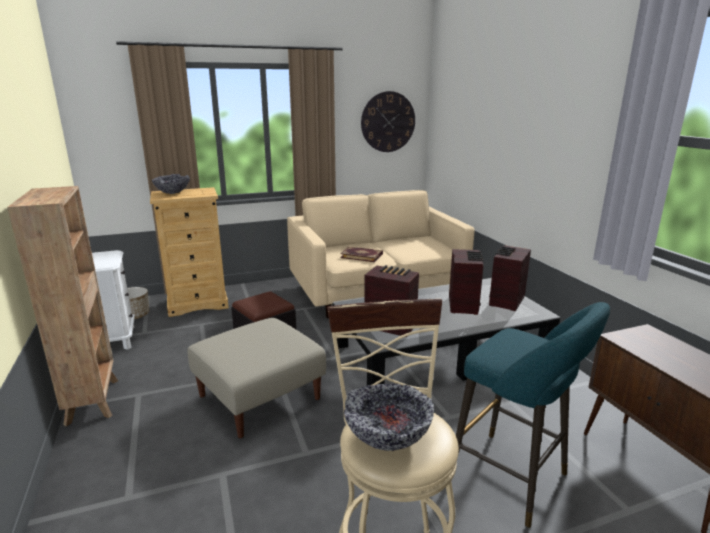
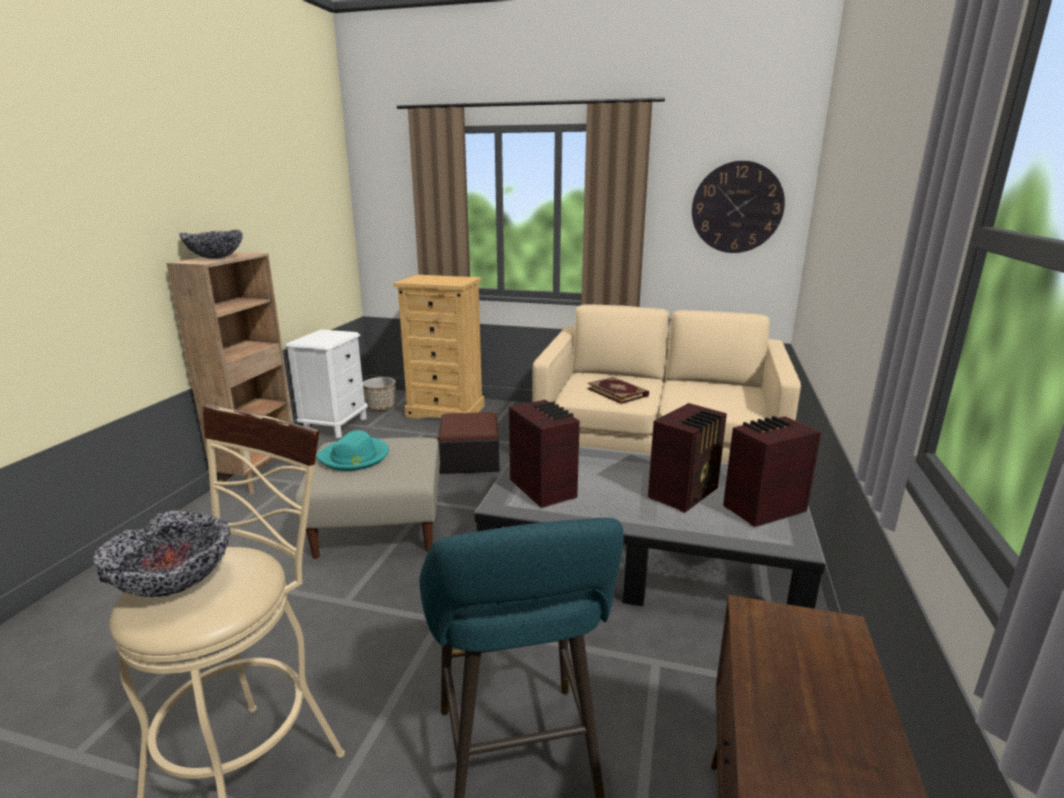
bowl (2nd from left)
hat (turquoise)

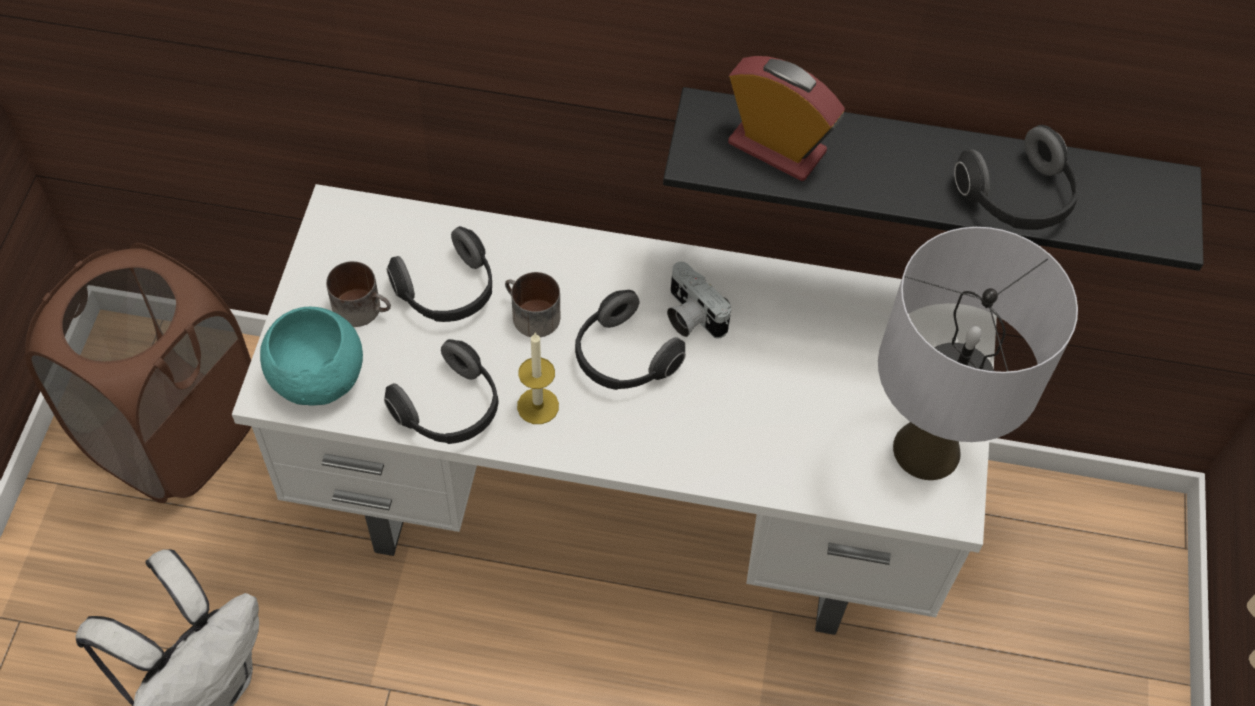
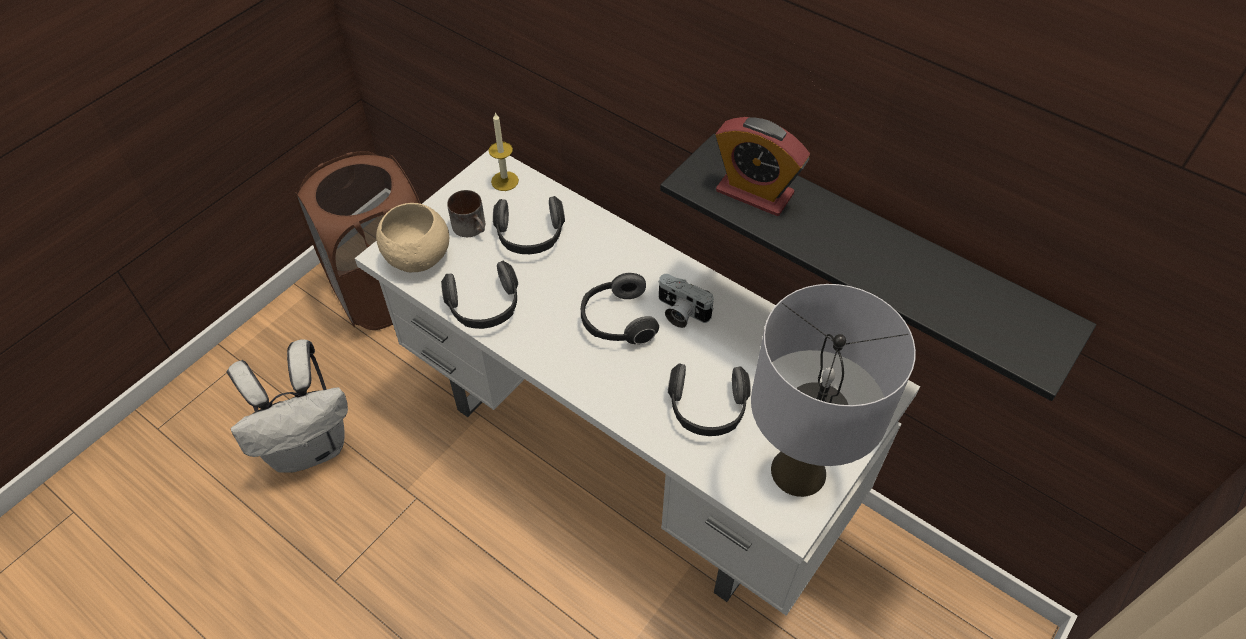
alarm clock
headphones (4th from left)
photo camera
mug (2nd from left in the first image)
bowl (beige)
candle

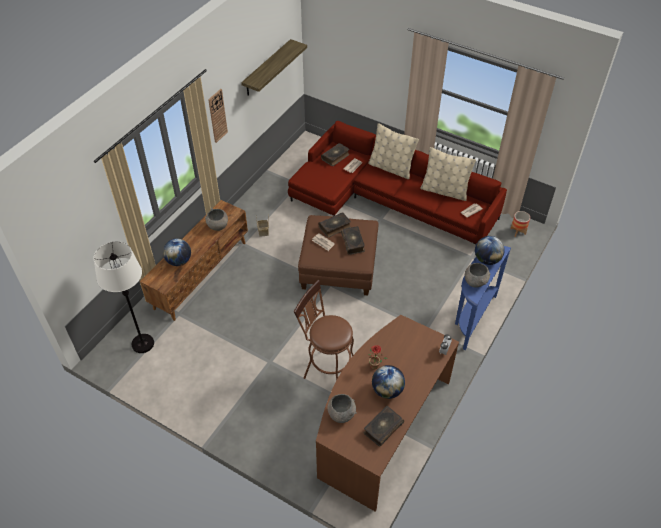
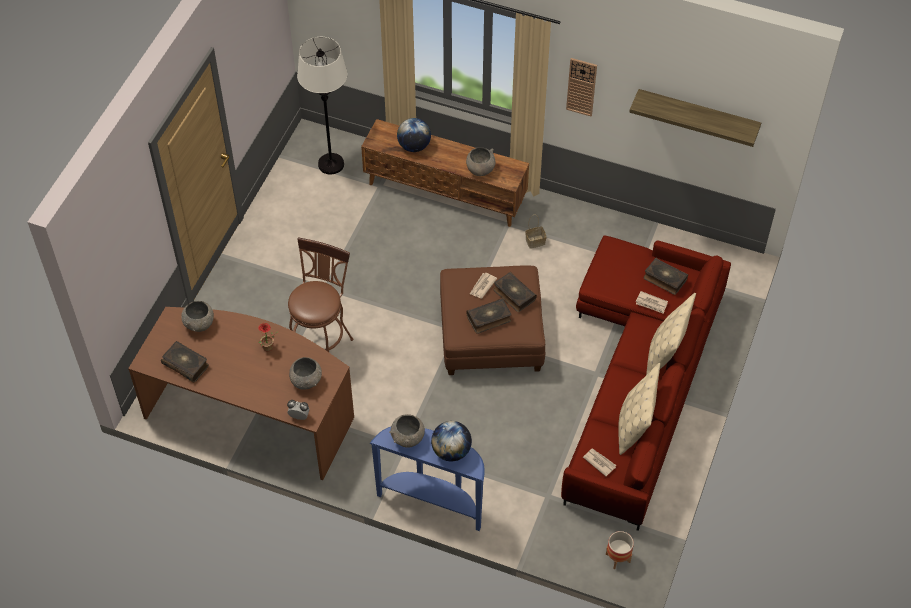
globe (2nd from left in the first image)
bowl (grey) (2nd from left)

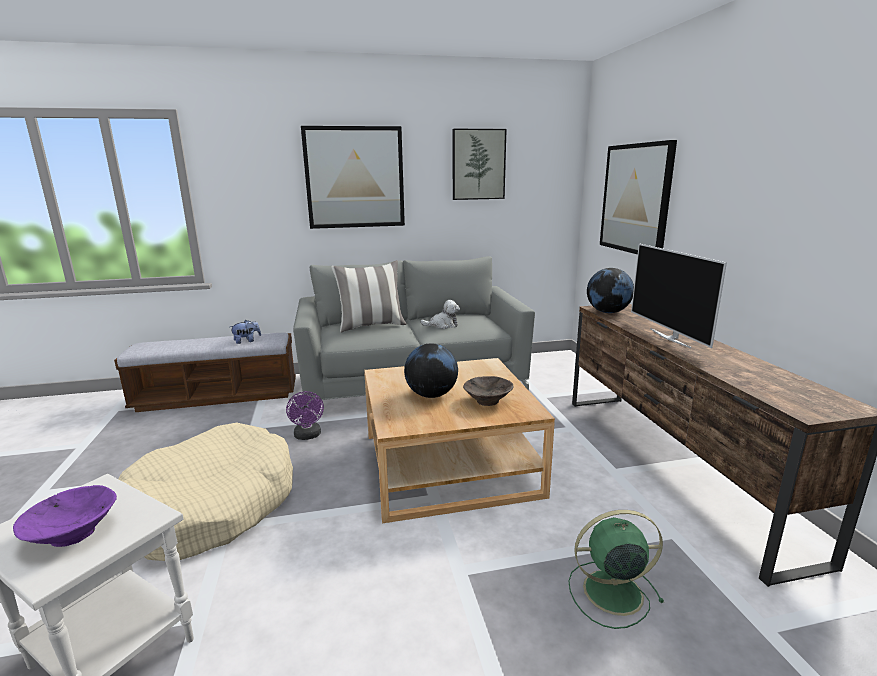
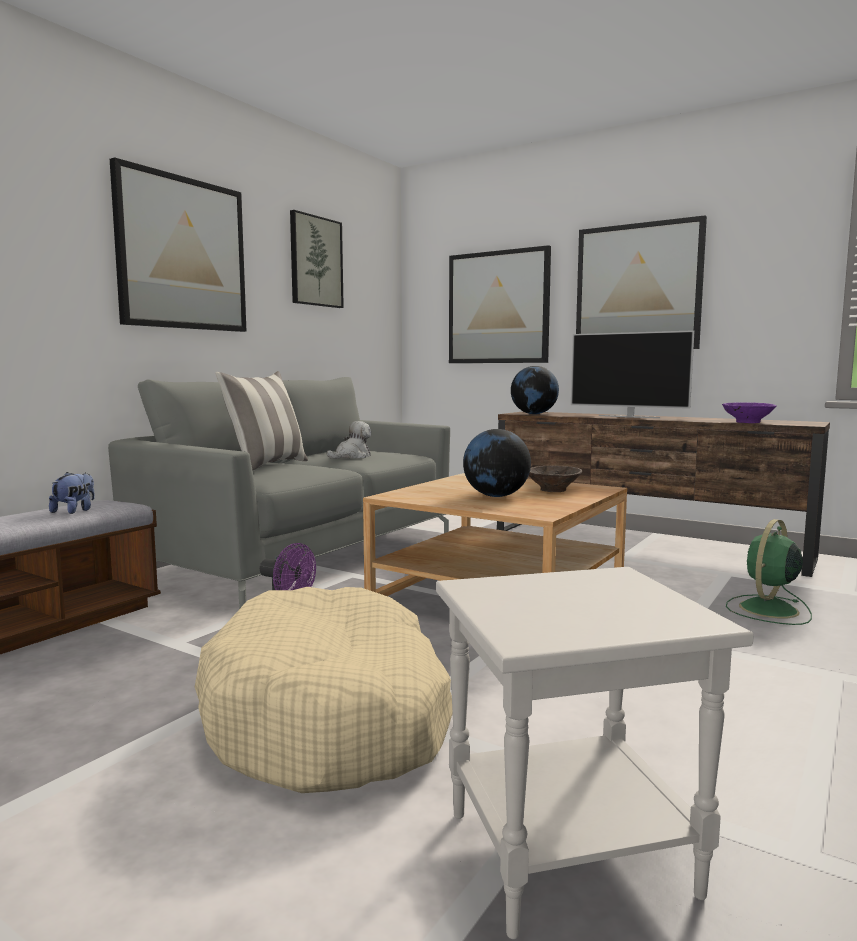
bowl (purple)
picture (4th from left)

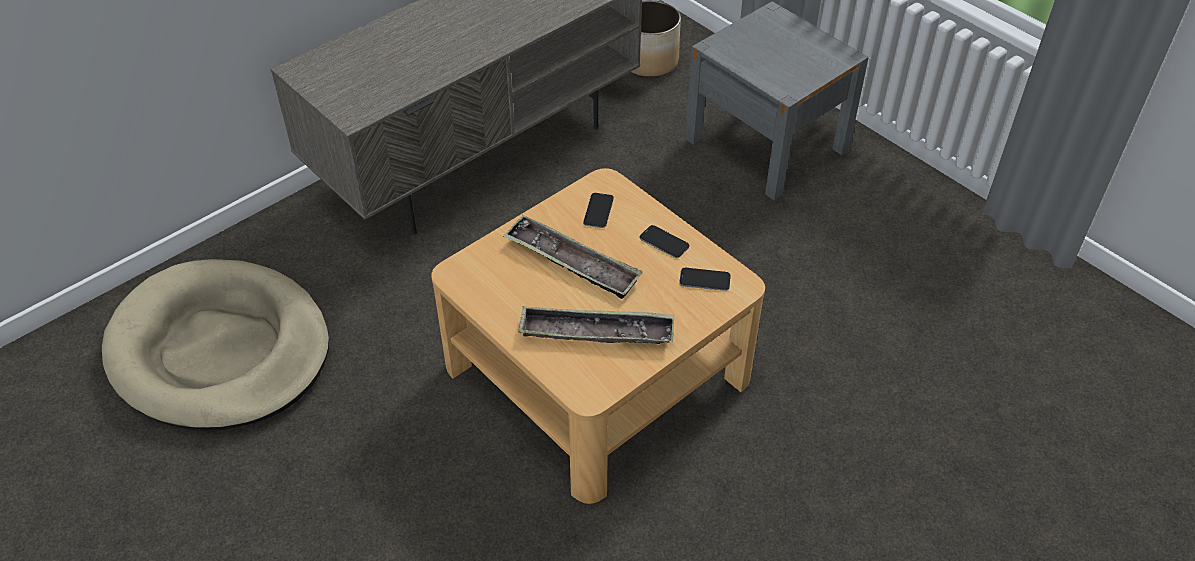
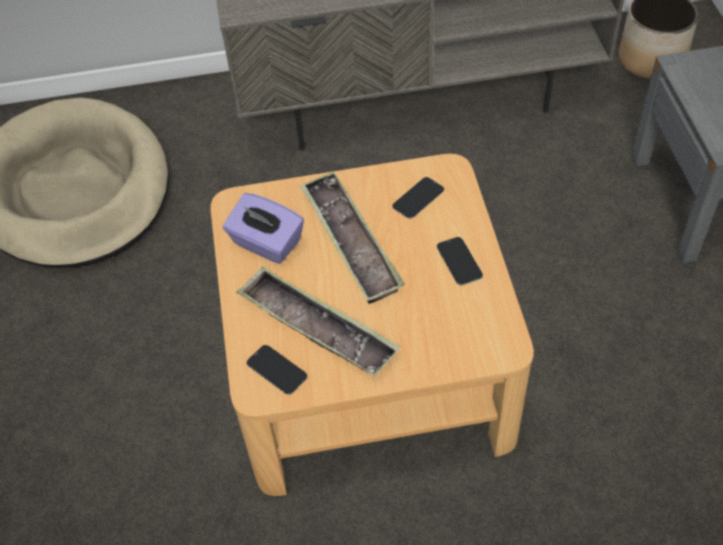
phone (1st from left)
tissue box (purple)

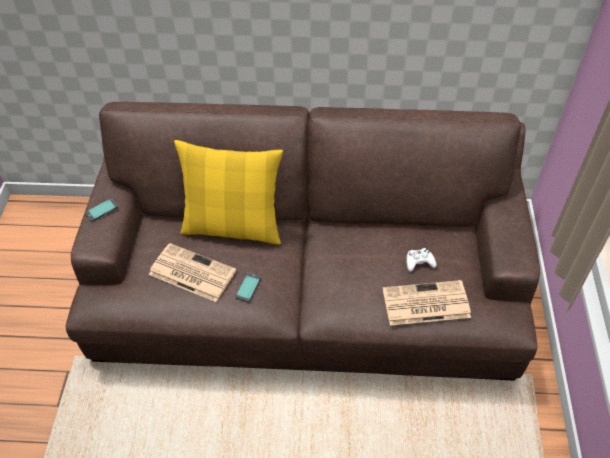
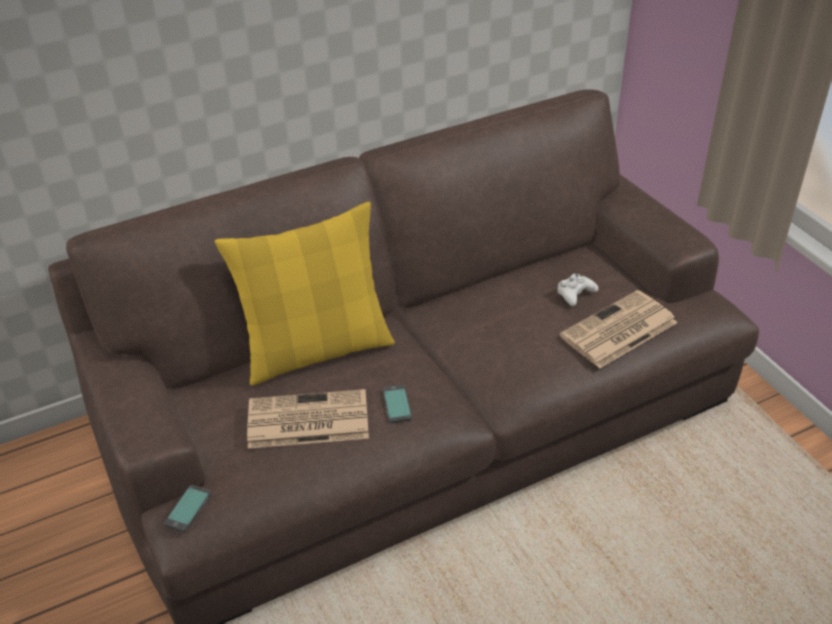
phone (1st from left)

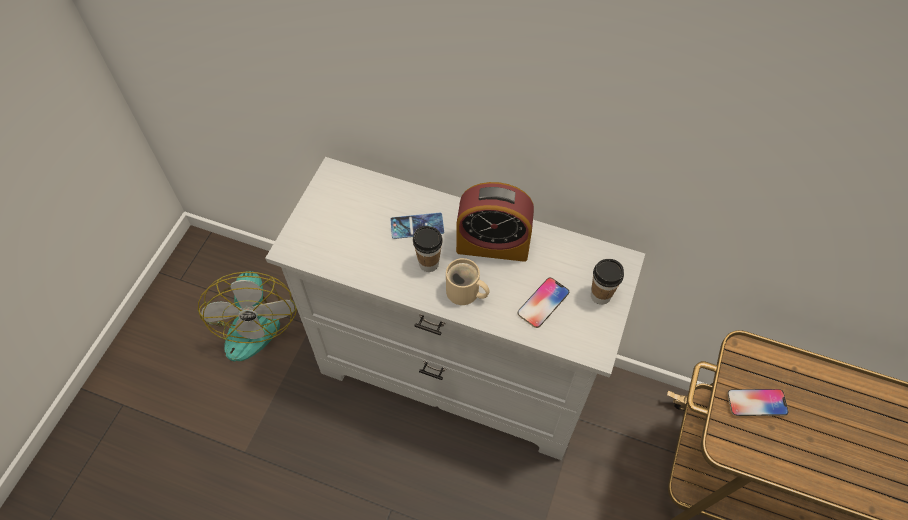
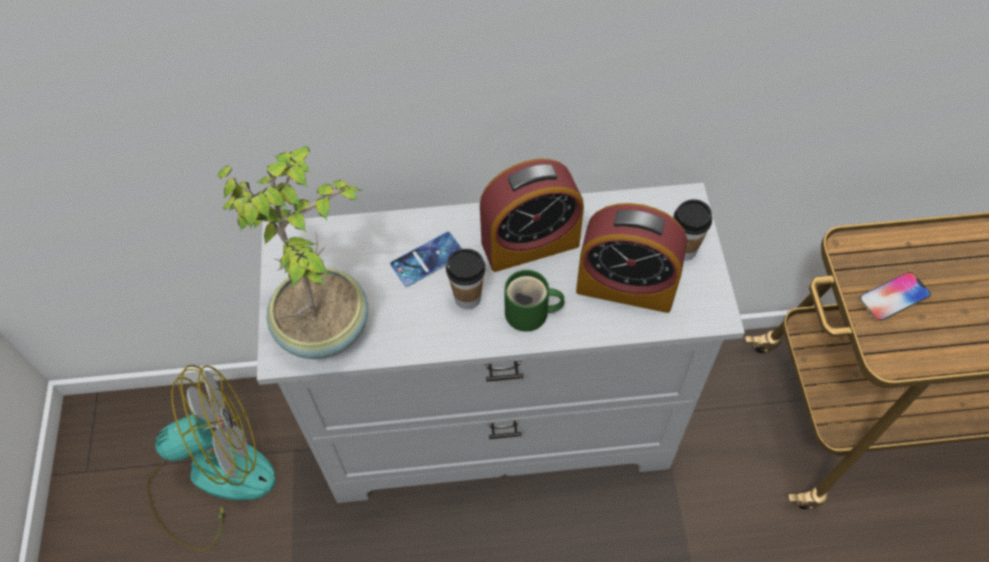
mug (green)
fan
alarm clock (2nd from left)
potted plant

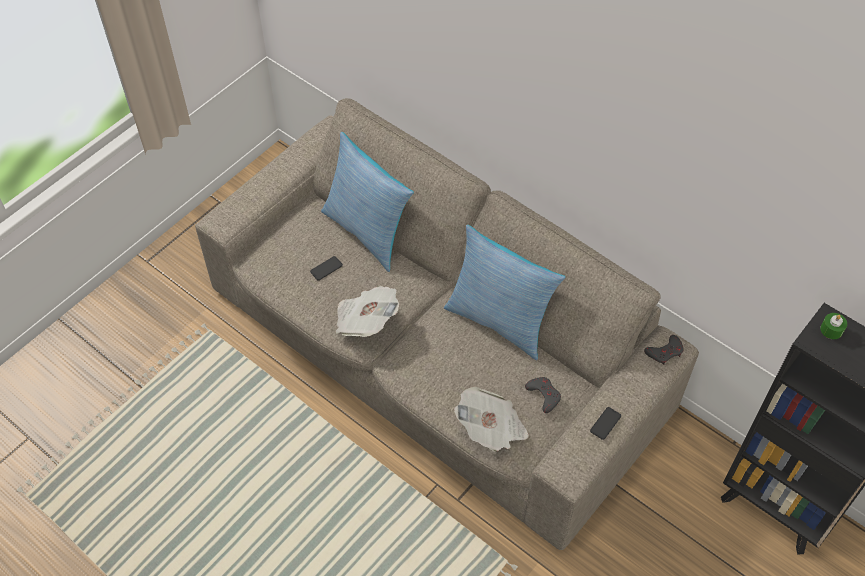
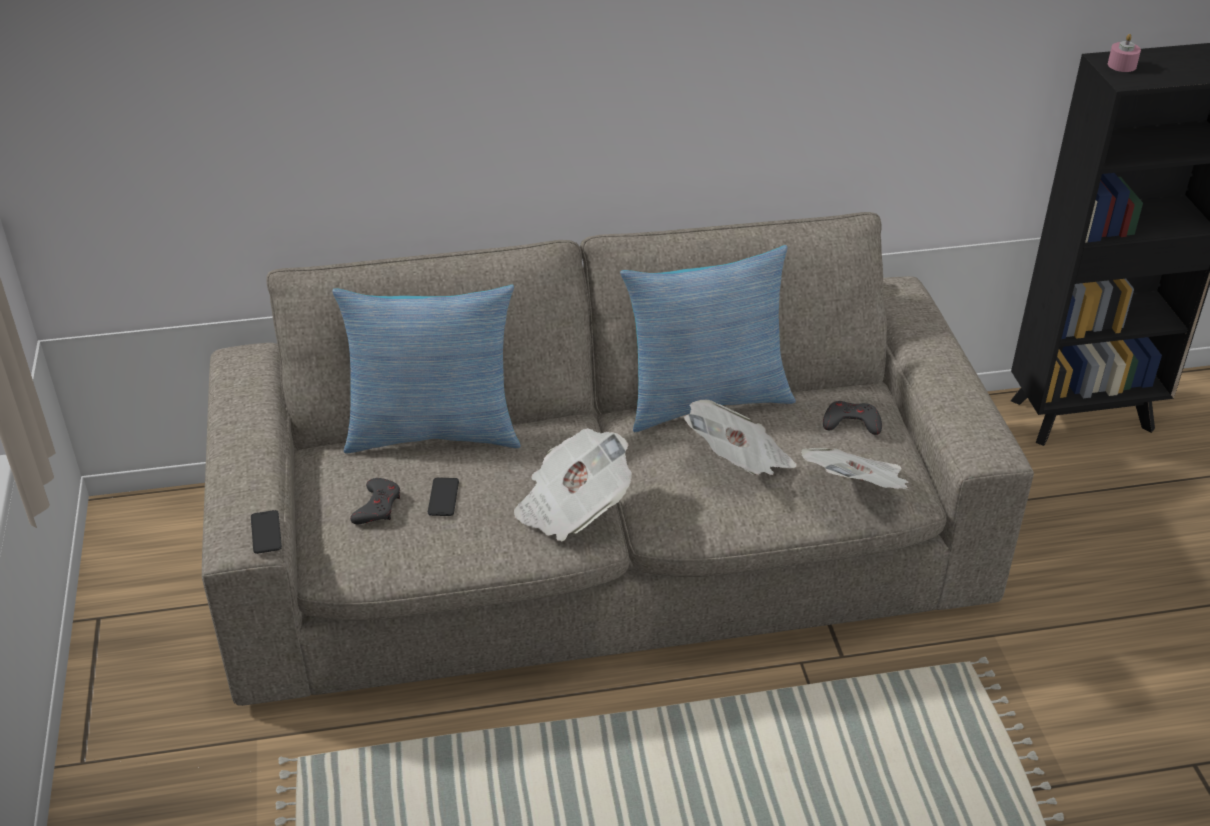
candle (pink)
game controller (grey) (1st from left)
phone (1st from left)
newspaper (2nd from left)

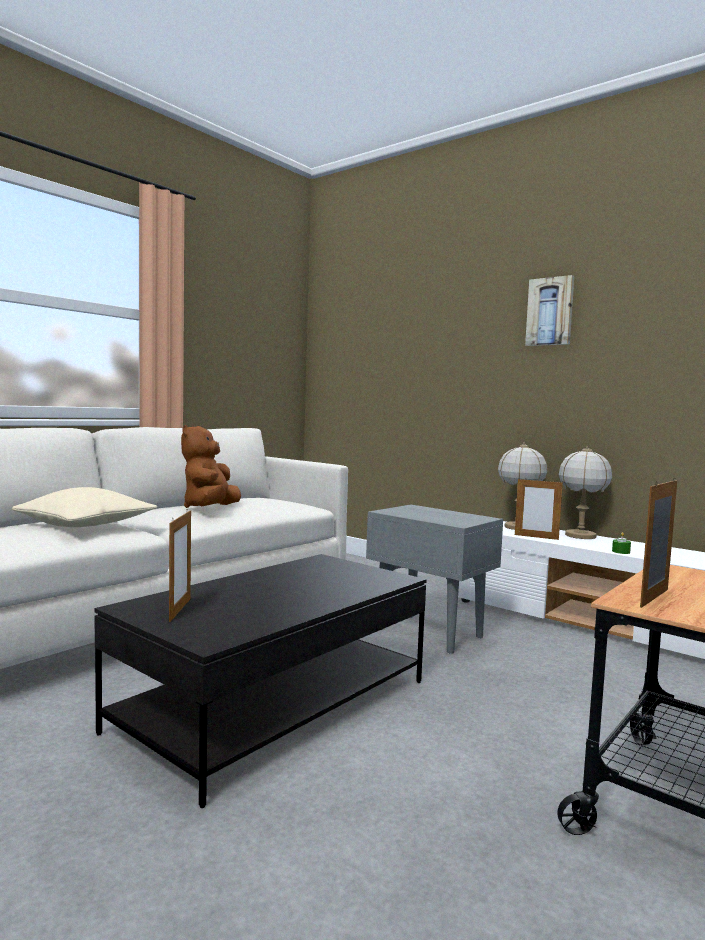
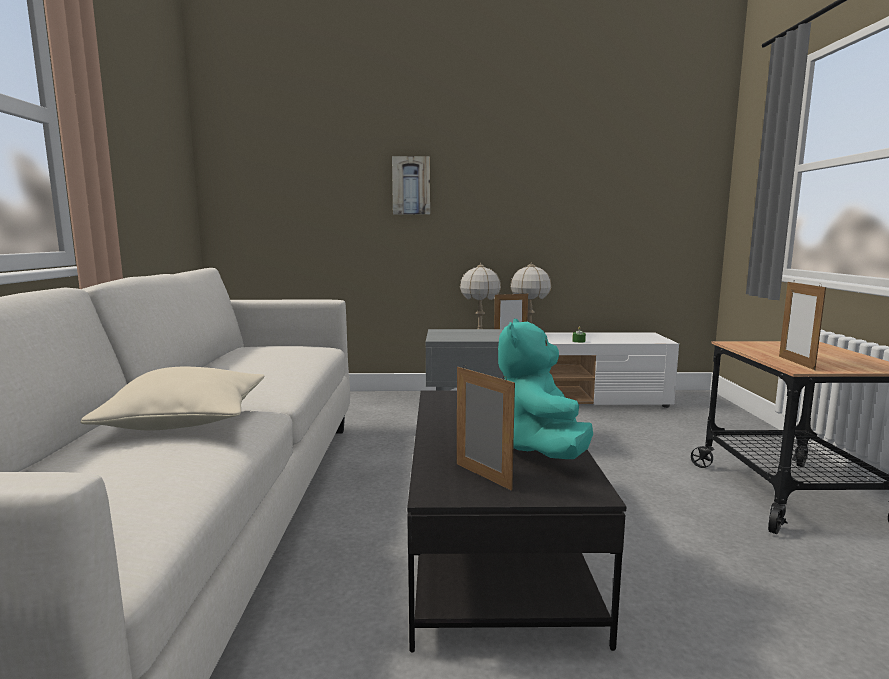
picture
plush toy (brown)
plush toy (turquoise)

